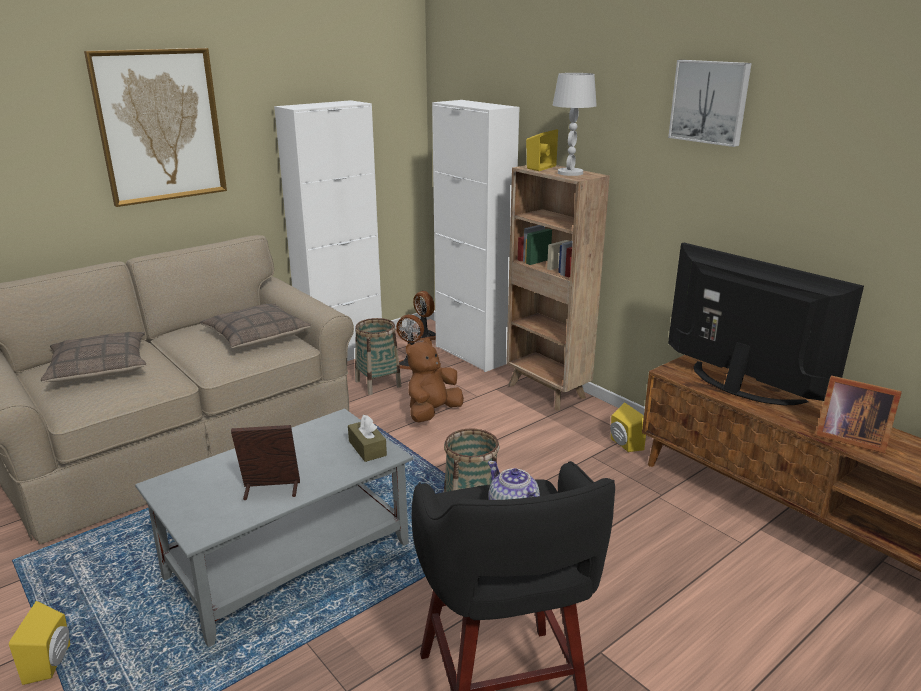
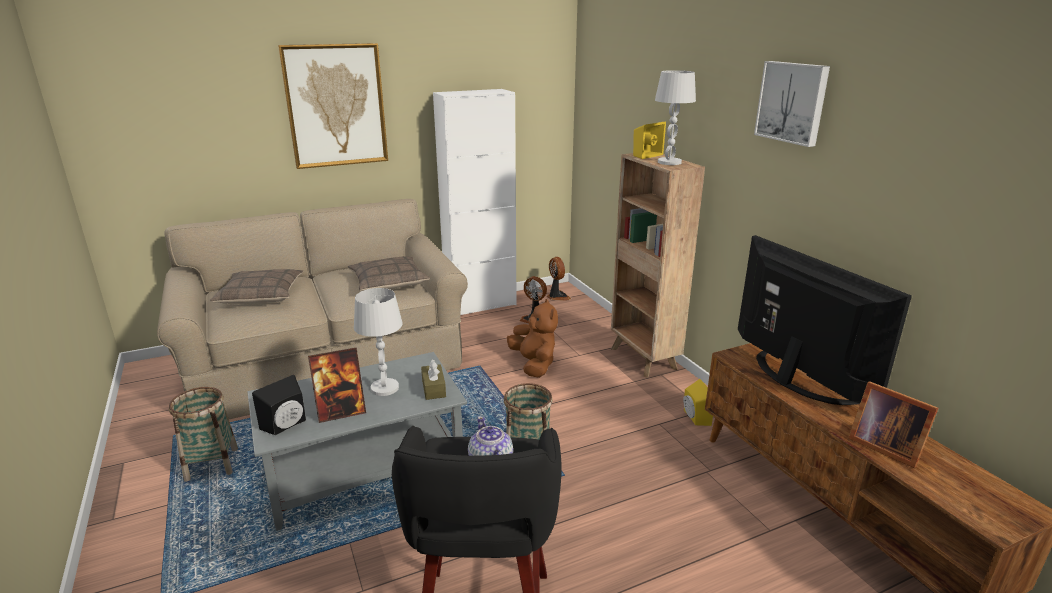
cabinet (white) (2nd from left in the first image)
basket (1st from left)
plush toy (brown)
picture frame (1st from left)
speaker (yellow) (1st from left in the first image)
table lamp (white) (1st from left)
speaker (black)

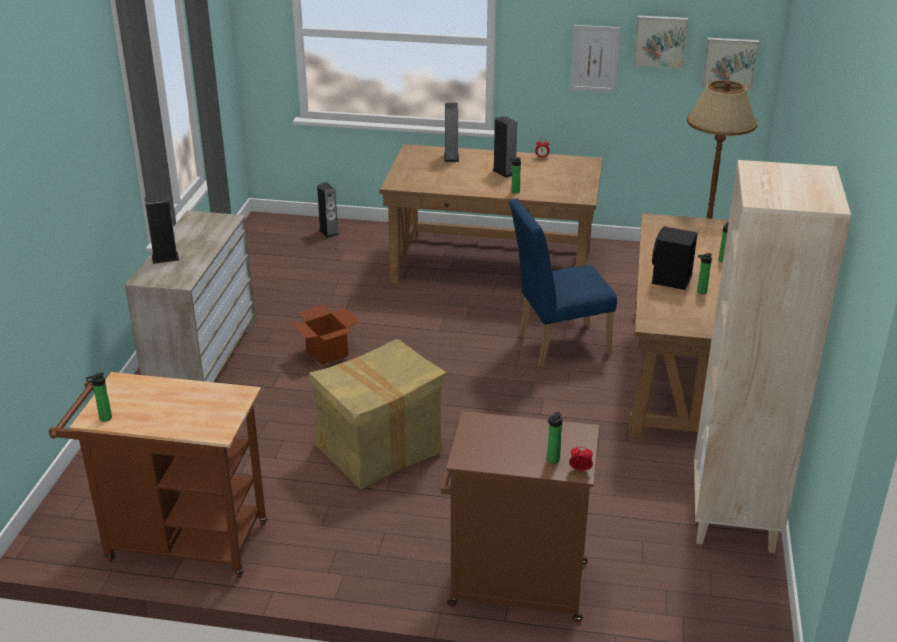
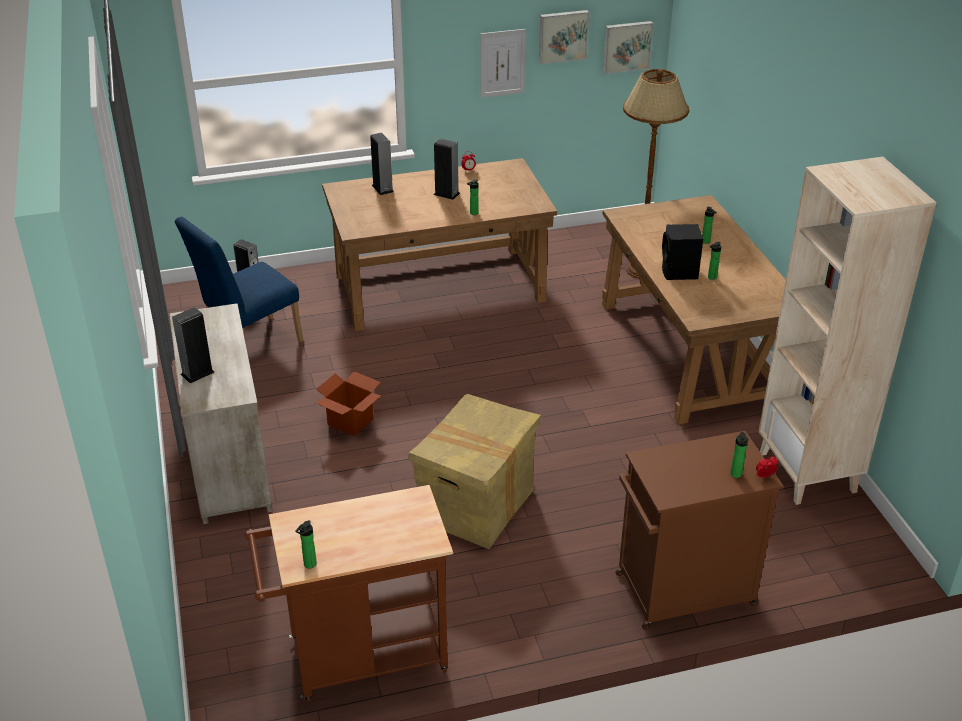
chair (blue)

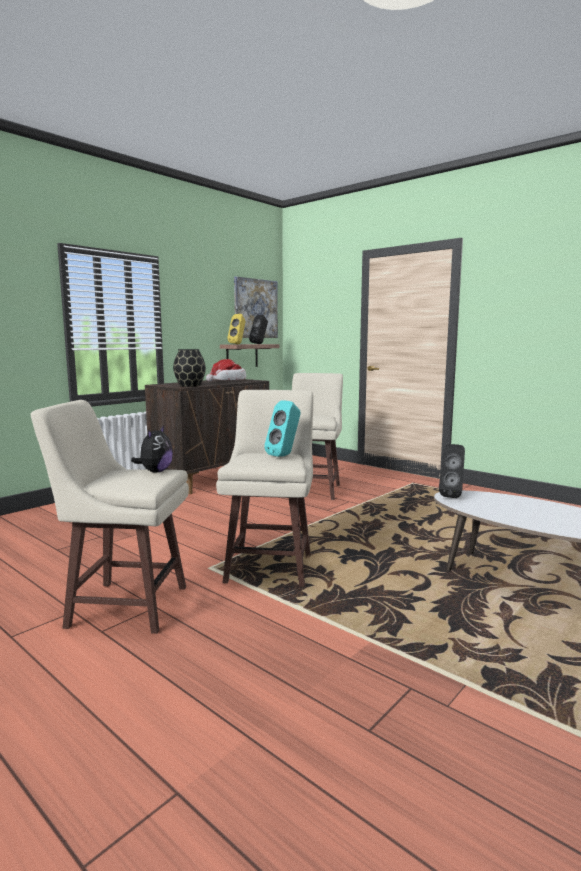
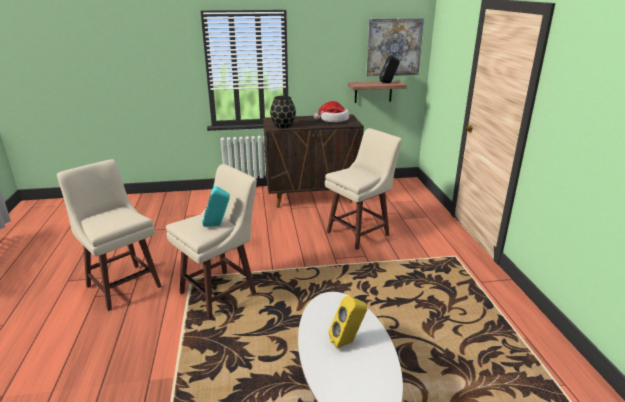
speaker (yellow)
plush toy
speaker (black) (2nd from left in the first image)

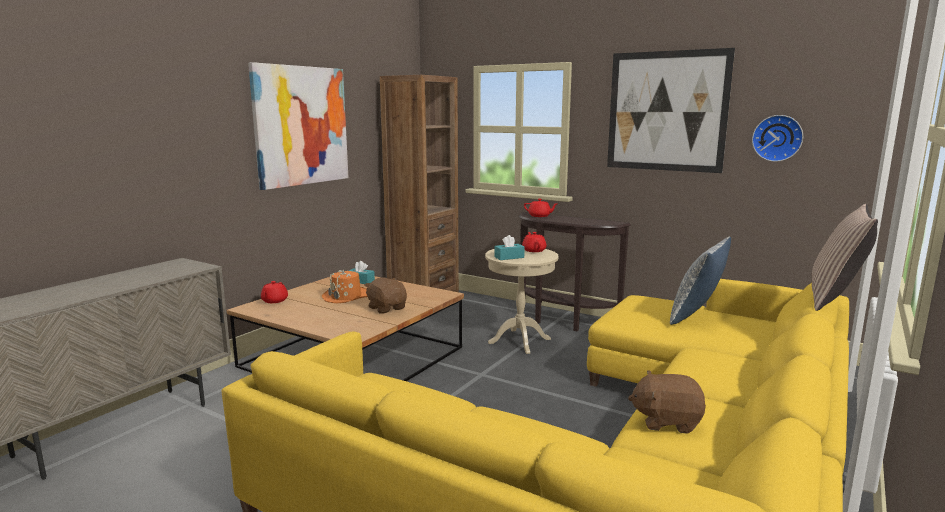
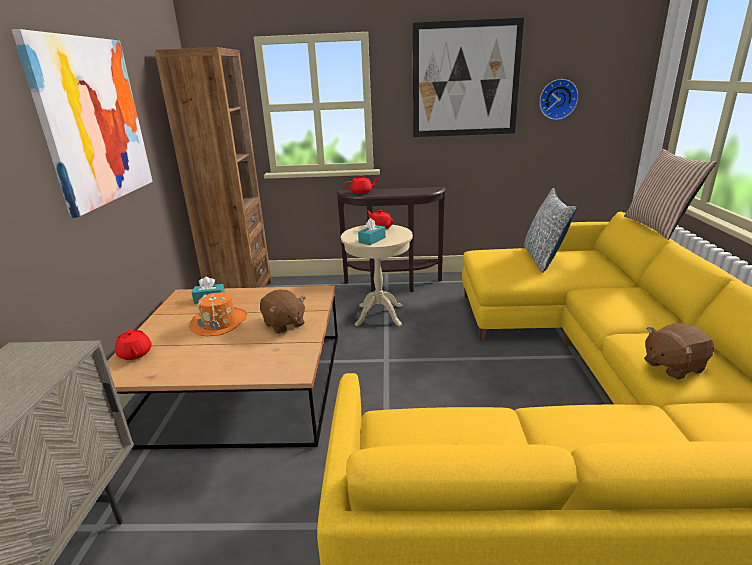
plush toy (brown) (1st from left)

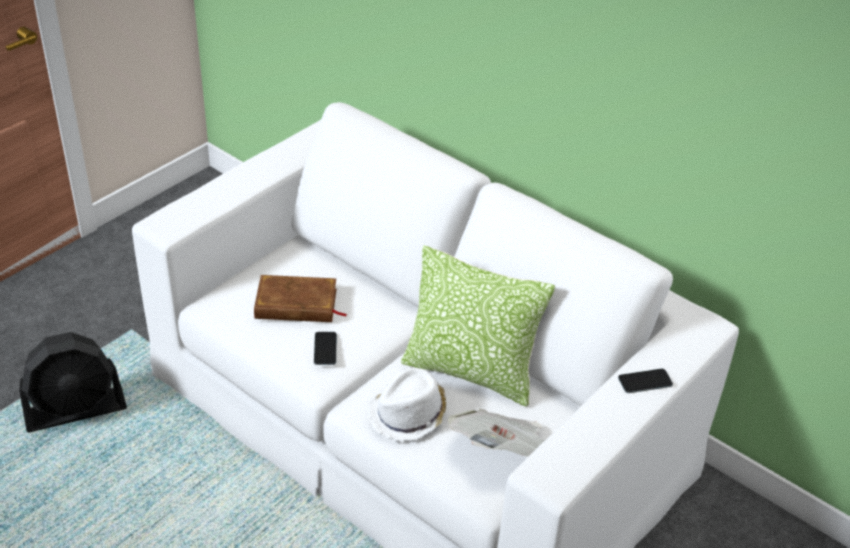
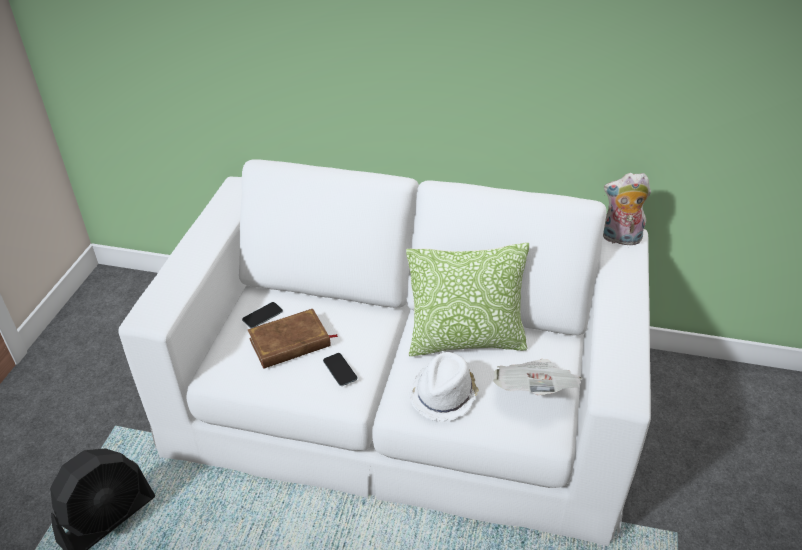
phone (1st from left)
plush toy

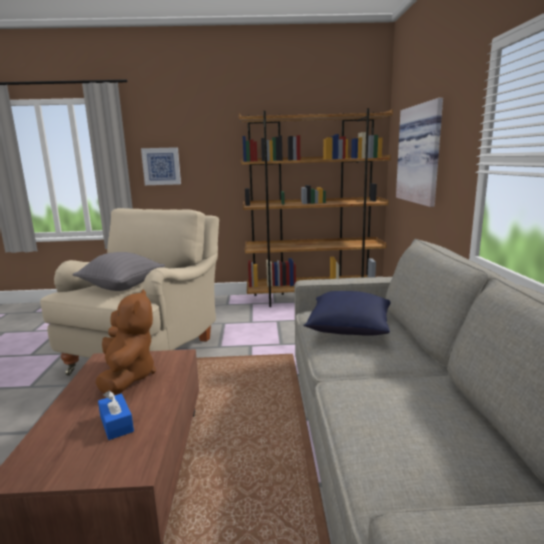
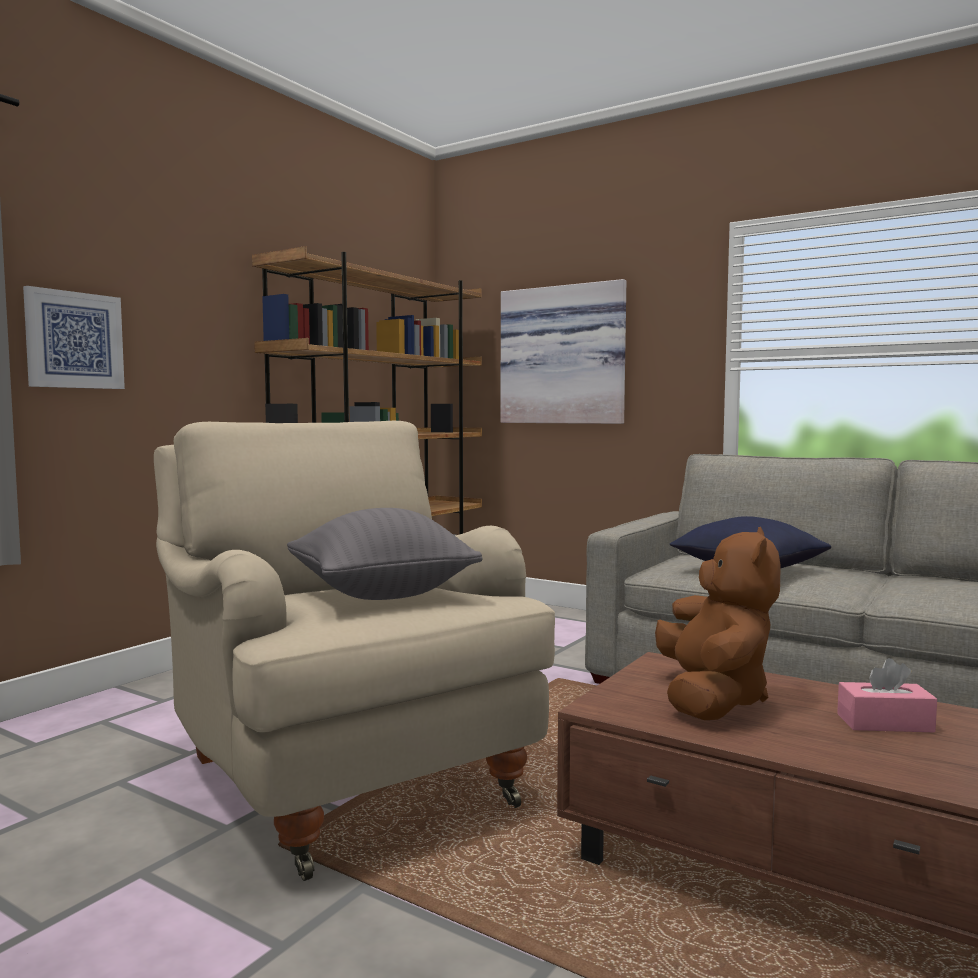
plush toy (brown)
tissue box (pink)

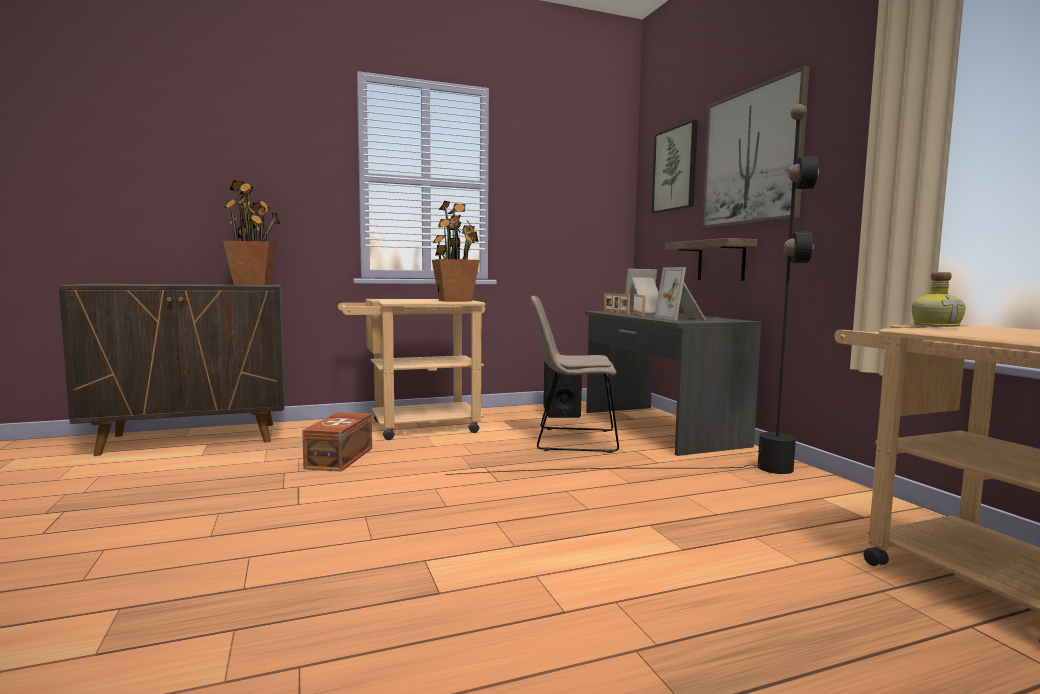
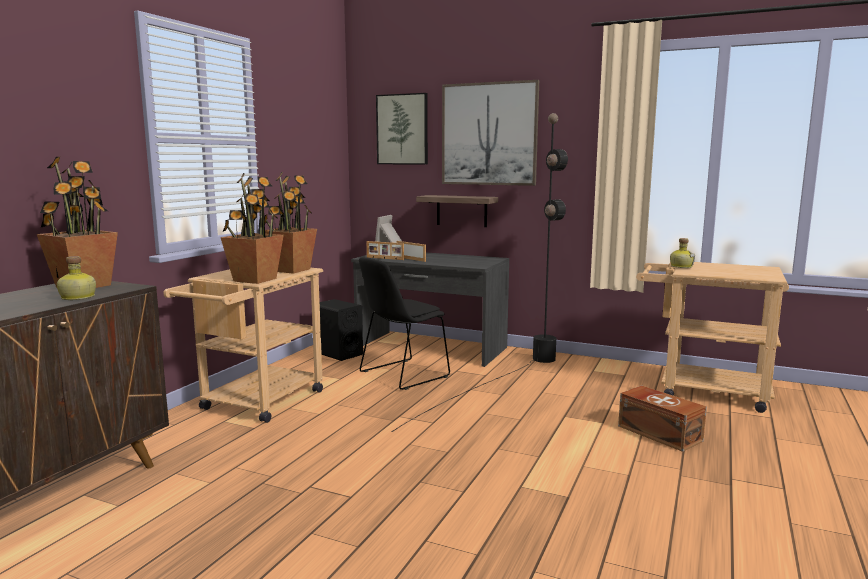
picture frame (4th from left in the first image)
chair (black)
storage box (brown)
potted plant (2nd from left)
bottle (1st from left)

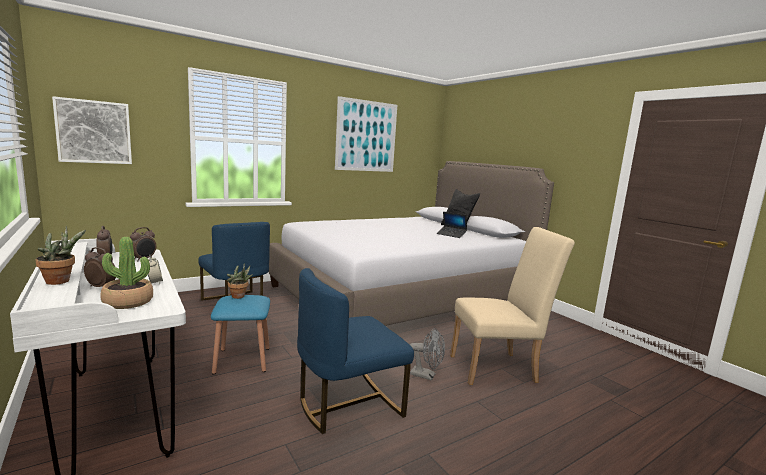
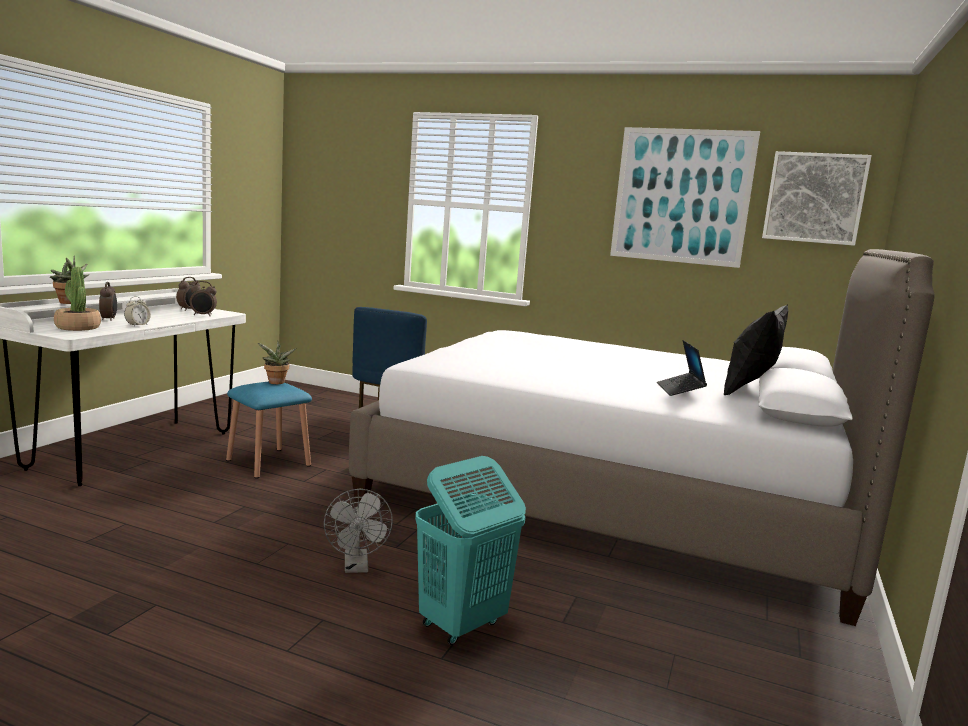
picture (2nd from left)
laundry basket (turquoise)
chair (blue) (2nd from left in the first image)

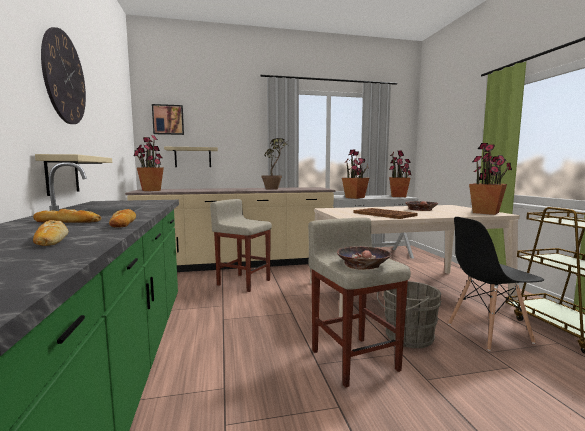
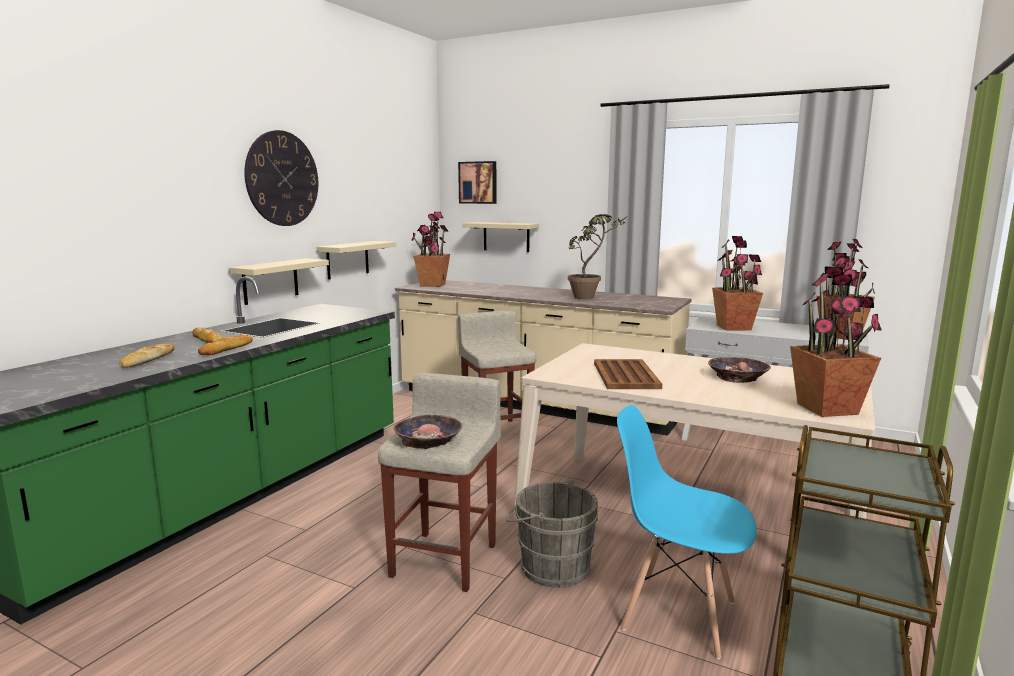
chair (blue)
shelf (beige) (2nd from left)

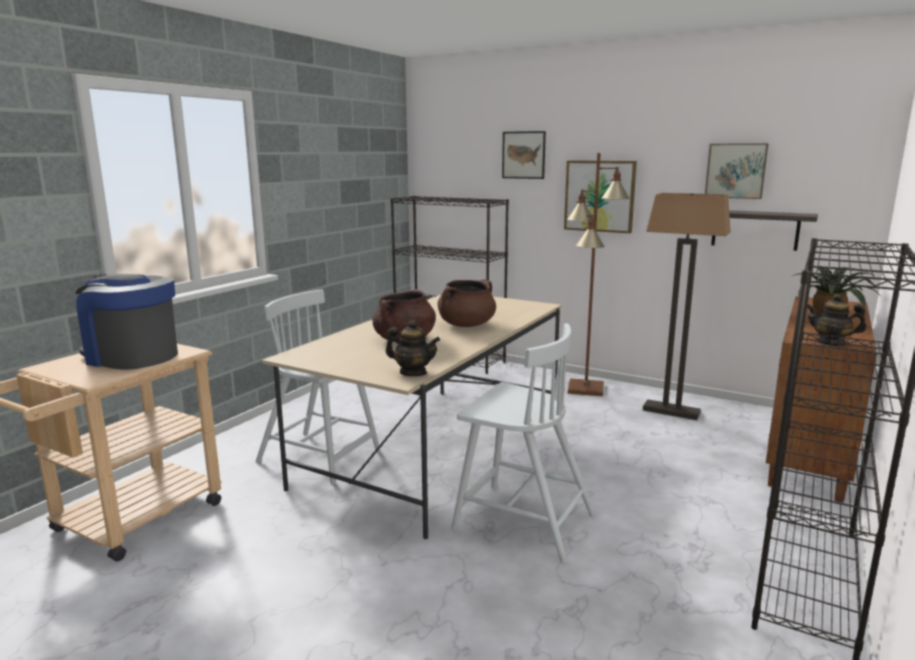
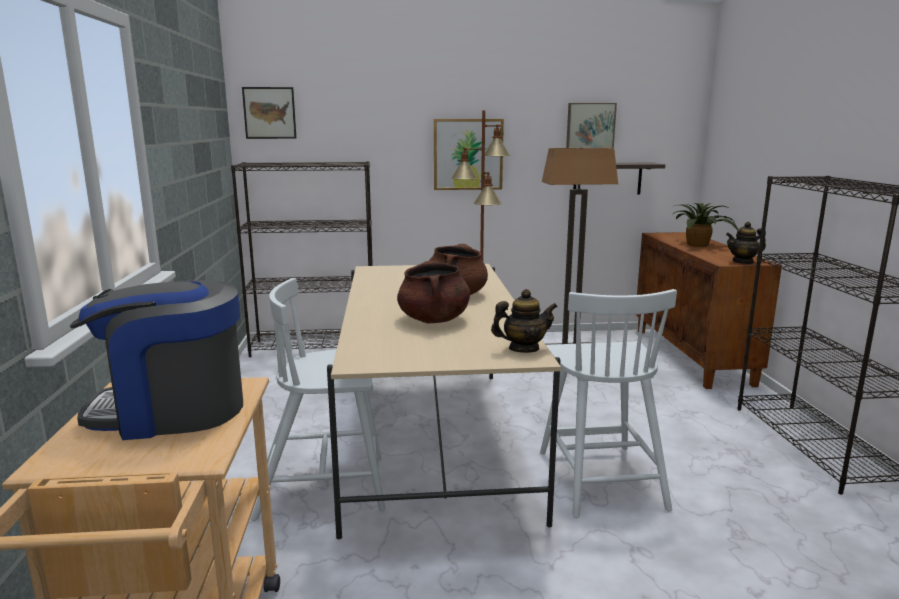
picture (1st from left)
chair (white) (2nd from left)

